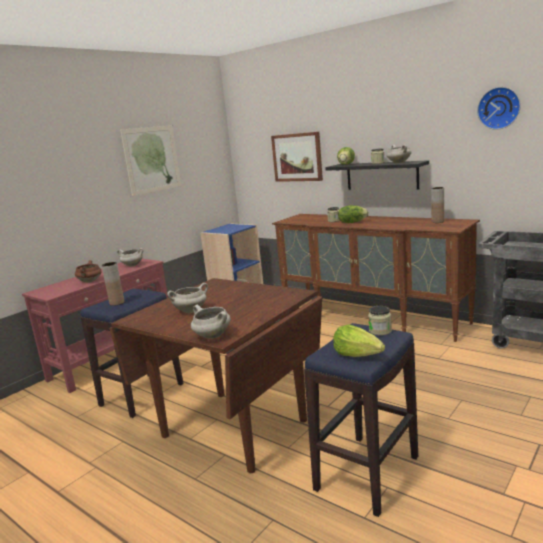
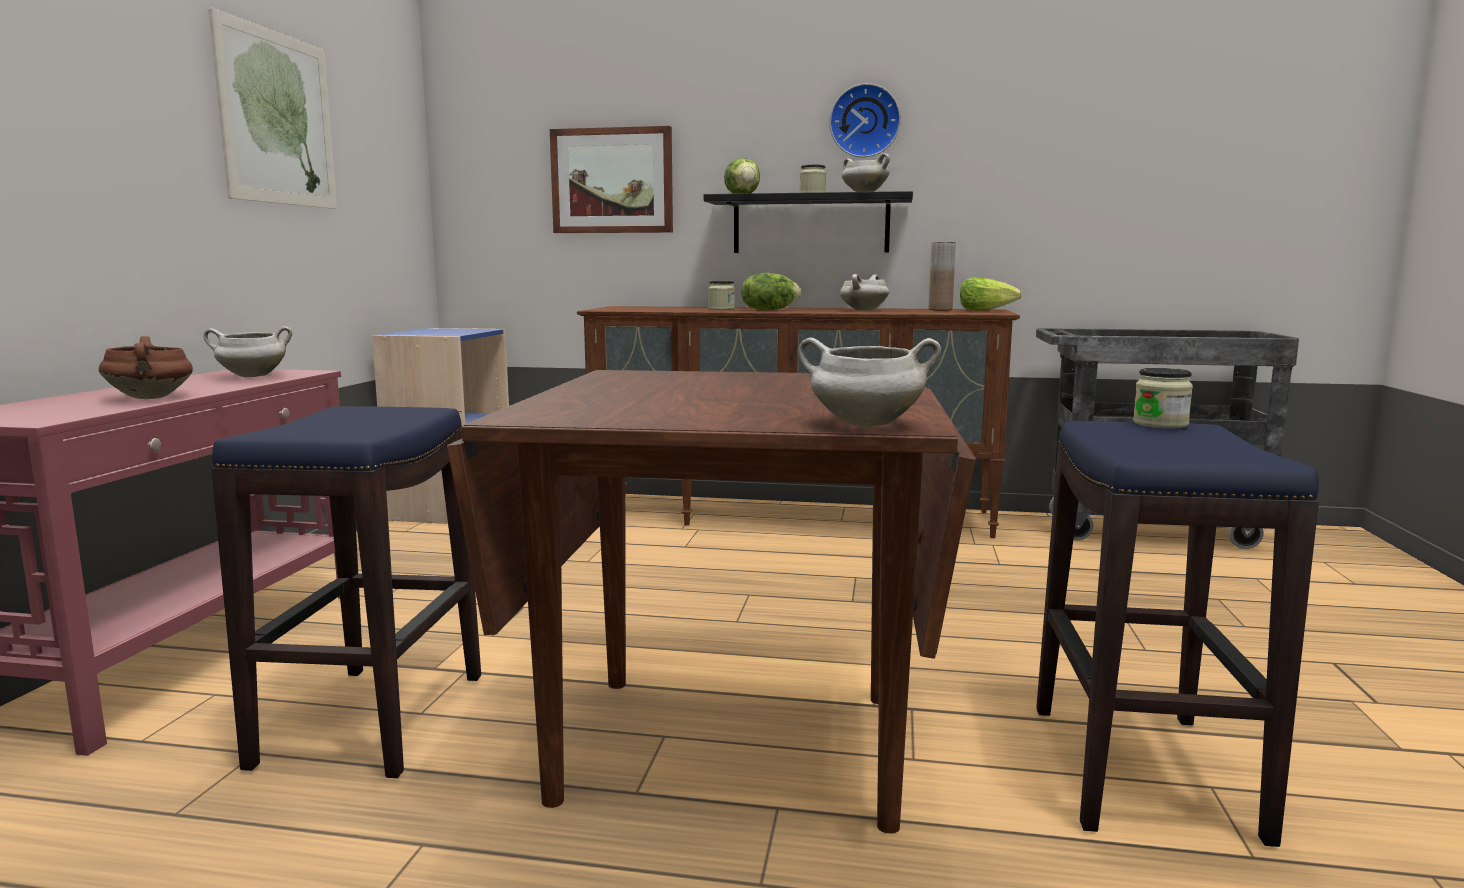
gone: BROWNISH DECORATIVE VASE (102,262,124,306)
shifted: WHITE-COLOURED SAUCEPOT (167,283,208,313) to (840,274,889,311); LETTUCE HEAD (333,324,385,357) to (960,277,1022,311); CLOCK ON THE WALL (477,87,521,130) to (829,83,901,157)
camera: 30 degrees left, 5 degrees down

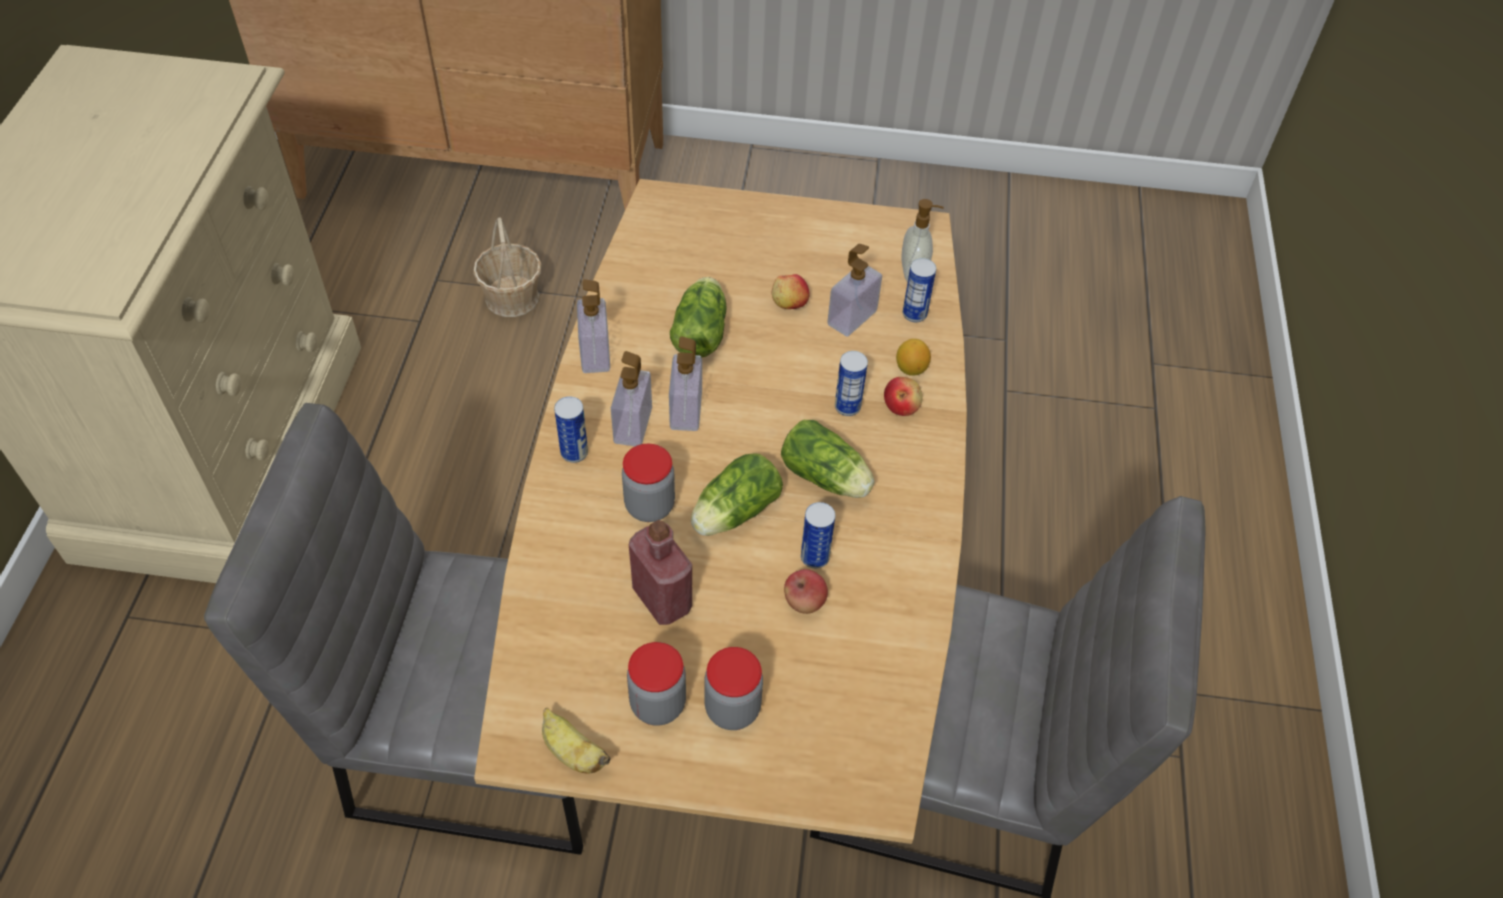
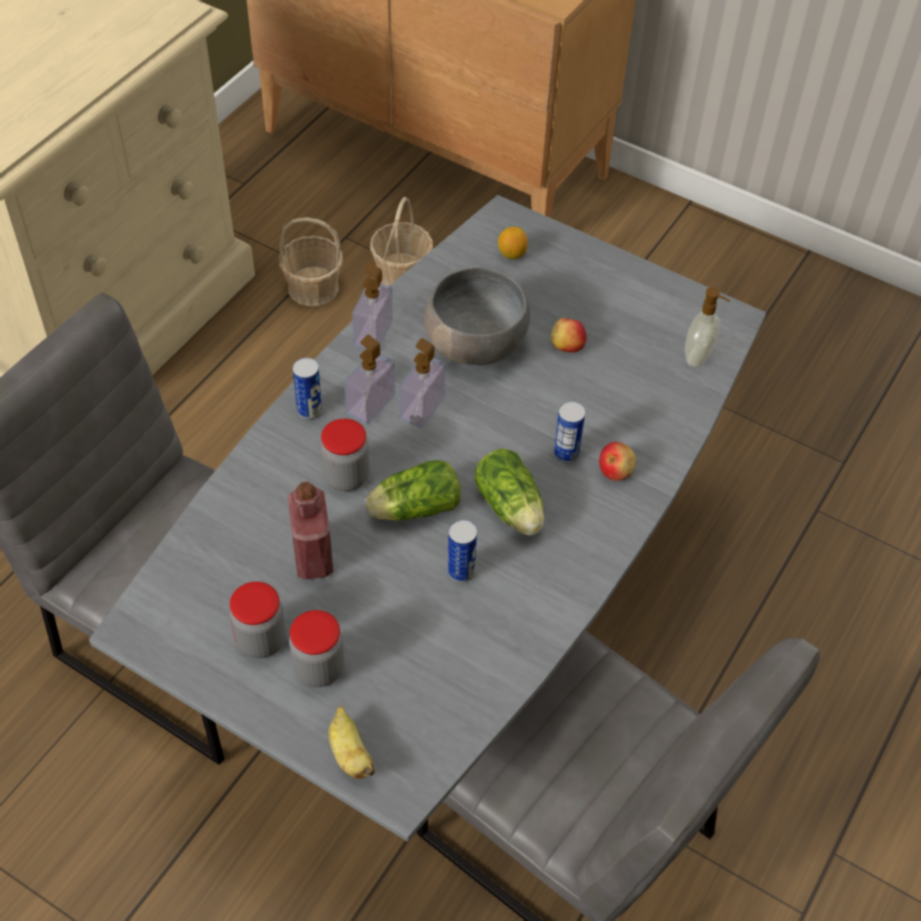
gone: APPLE FRUIT (784,569,828,614); LIQUID SOAP BOTTLE (827,244,882,337); METAL CAN (903,258,936,322)
new: BASKET (279,217,343,306)
shifted: BANANA (542,708,610,774) to (329,706,375,779); LEMON (896,339,931,376) to (498,226,528,259)
swapped: LETTUCE HEAD (670,277,727,358) to GRAY BOWL (424,267,530,365)
repainted: BROWNISH DINING TABLE (474,179,967,844) to GRAY DINING TABLE (89,195,766,842)
camera: 25 degrees right, 0 degrees up

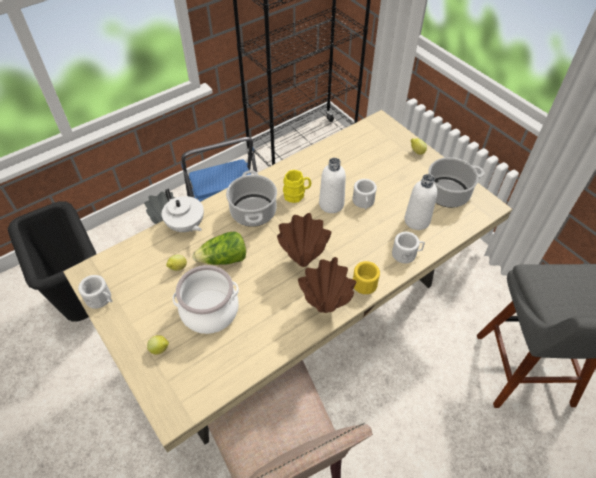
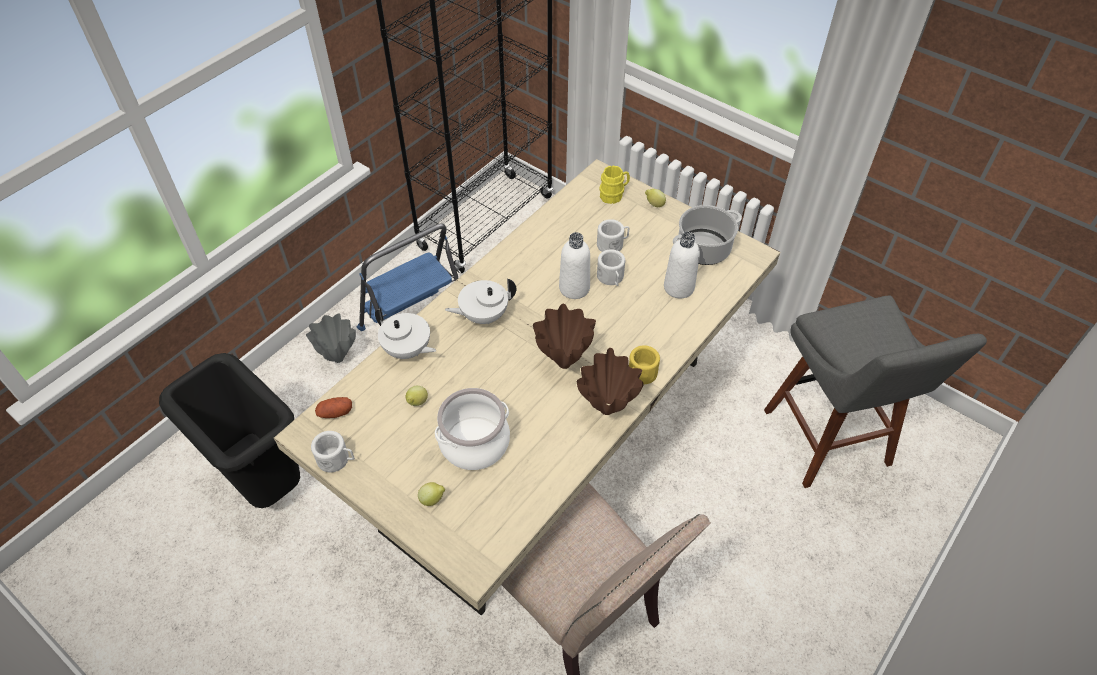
gone: LETTUCE HEAD (192,232,246,265)
new: SPUD (315,397,352,418)
shifted: YELLOW MUG (283,170,311,203) to (599,166,630,204); WHITE-COLOURED MUG (392,232,425,263) to (597,219,629,252)
swapped: SAUCEPOT (226,170,277,227) to WHITE-COLOURED TEA POT (445,279,516,324)
camera: 15 degrees left, 0 degrees up

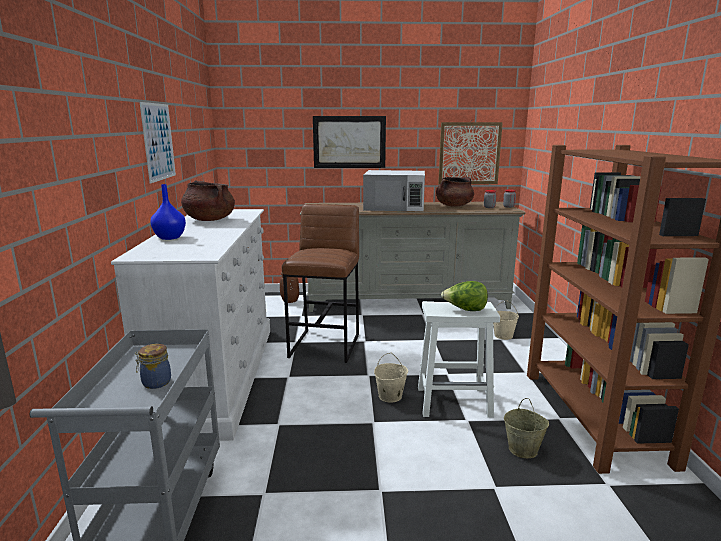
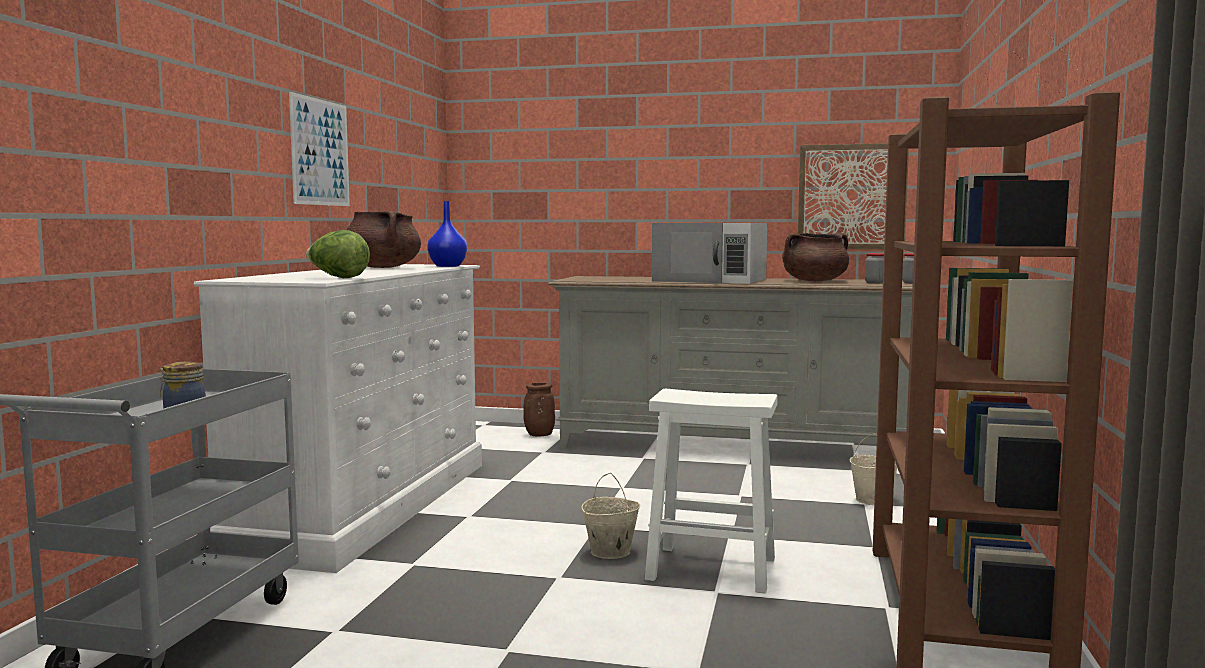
gone: BROWNISH STOOL SEAT (282,204,359,363); WALL PICTURE (313,116,386,168); BEIGE-COLOURED PAIL (504,398,549,458)
shifted: BLUE-COLOURED DECORATIVE VASE (150,184,186,240) to (427,201,467,267); LETTUCE HEAD (441,281,488,311) to (306,230,370,278)
camera: 15 degrees right, 10 degrees down

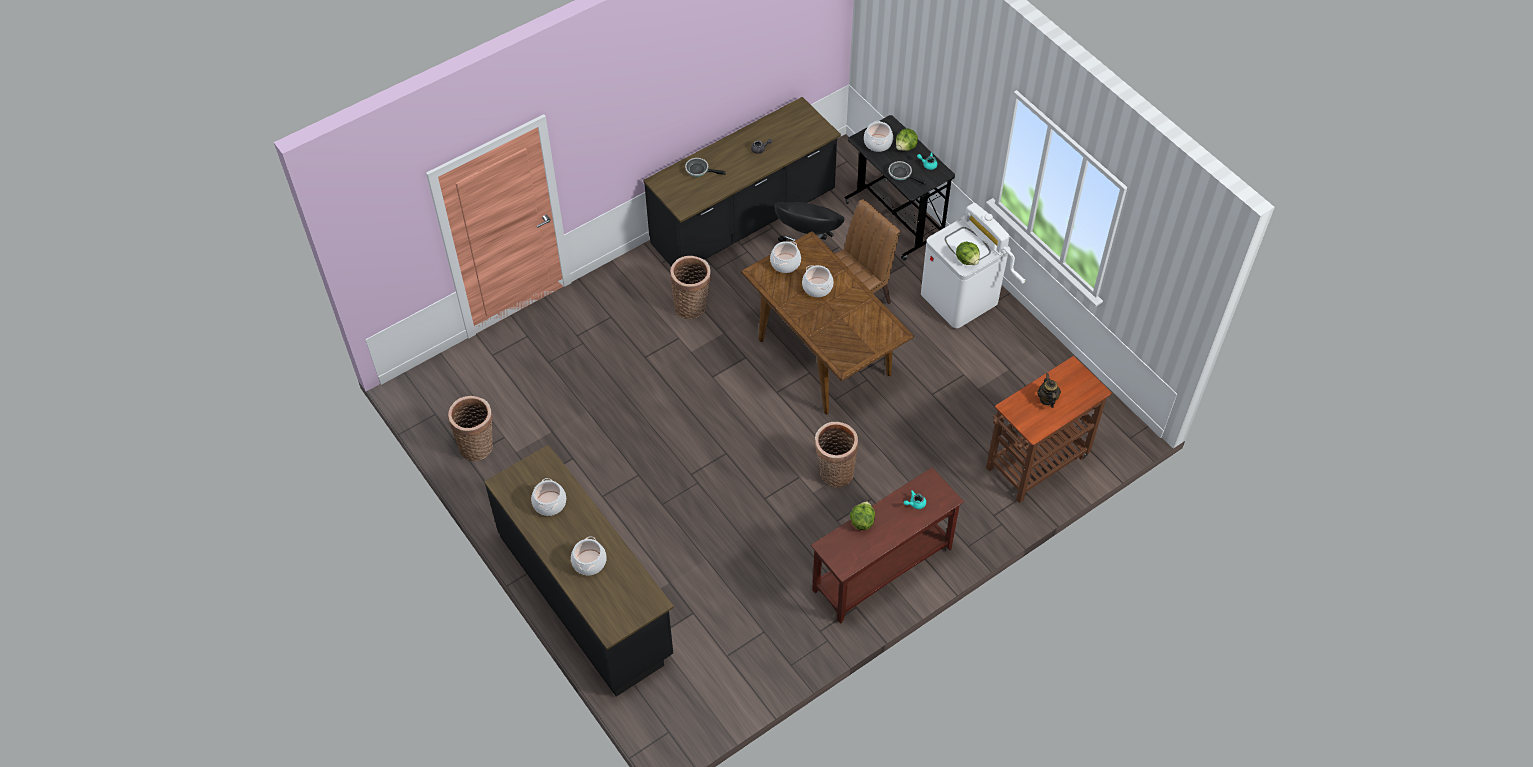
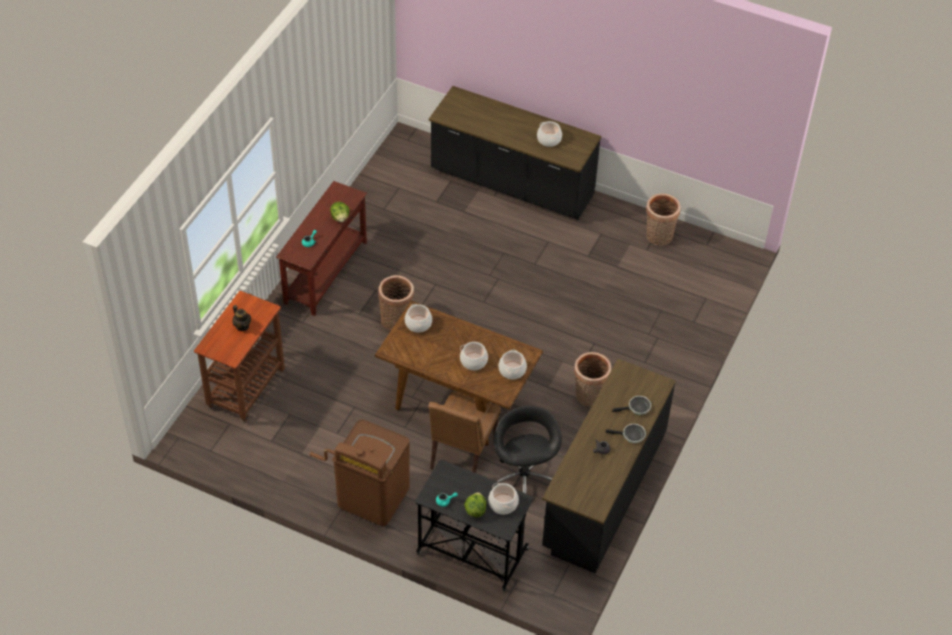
gone: LETTUCE HEAD (956,241,980,265)
shifted: SAUCEPOT (571,536,607,575) to (405,304,432,333); FRYING PAN (888,161,926,185) to (605,424,646,443)
repainted: WHITE-COLOURED LAUNDRY MACHINE (921,203,1026,328) to BROWNISH LAUNDRY MACHINE (309,420,409,526)
camera: 150 degrees right, 5 degrees down

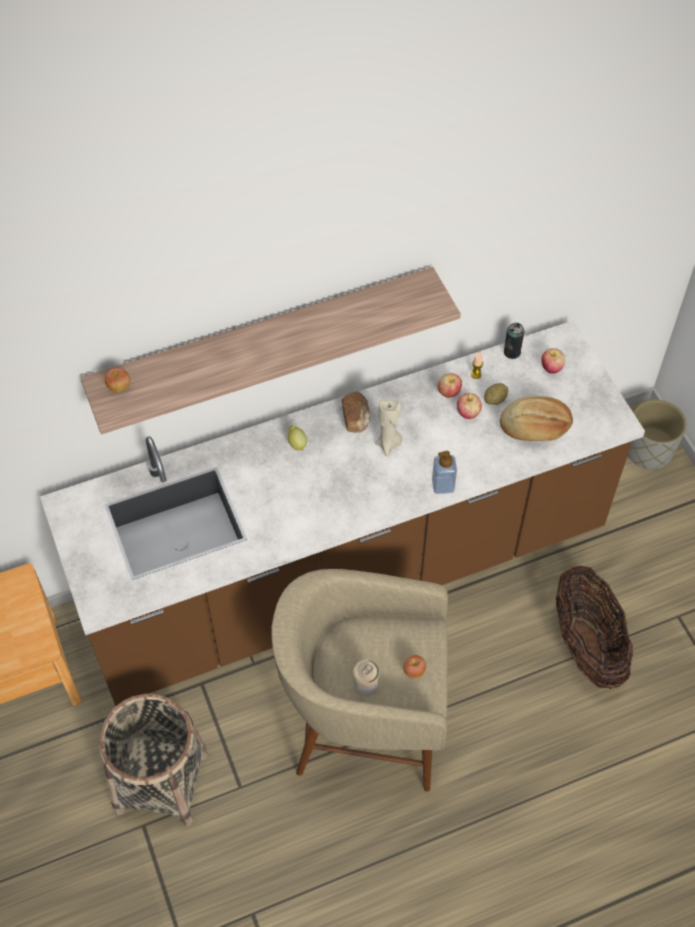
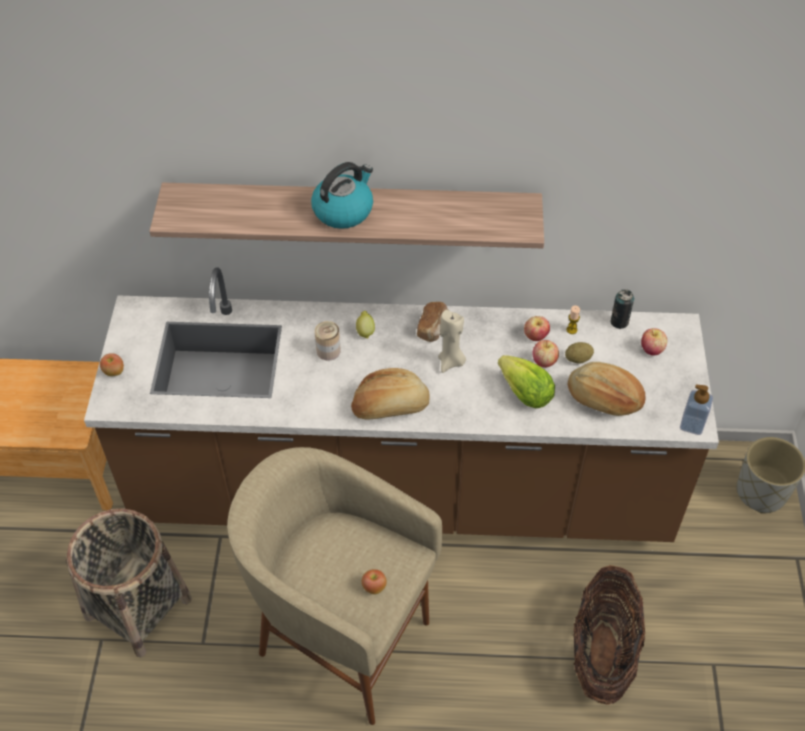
new: KETTLE (311,162,373,229); BAKERY BREAD (351,368,430,419); LETTUCE HEAD (498,355,555,408)
shifted: APPLE FRUIT (105,367,130,392) to (100,353,124,376); METAL CAN (353,660,379,697) to (315,321,341,361); LIQUID SOAP BOTTLE (432,451,457,494) to (680,384,713,435)
camera: 25 degrees right, 5 degrees down

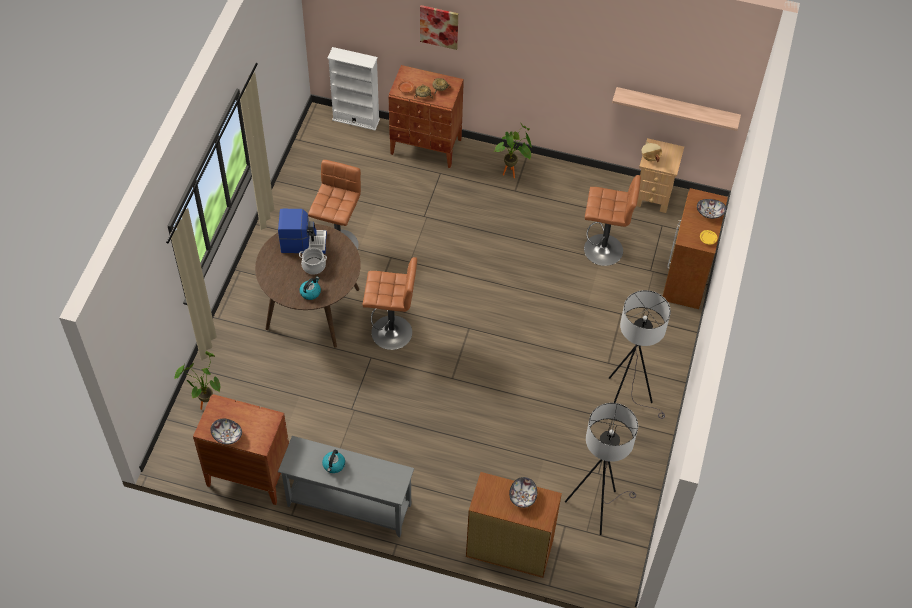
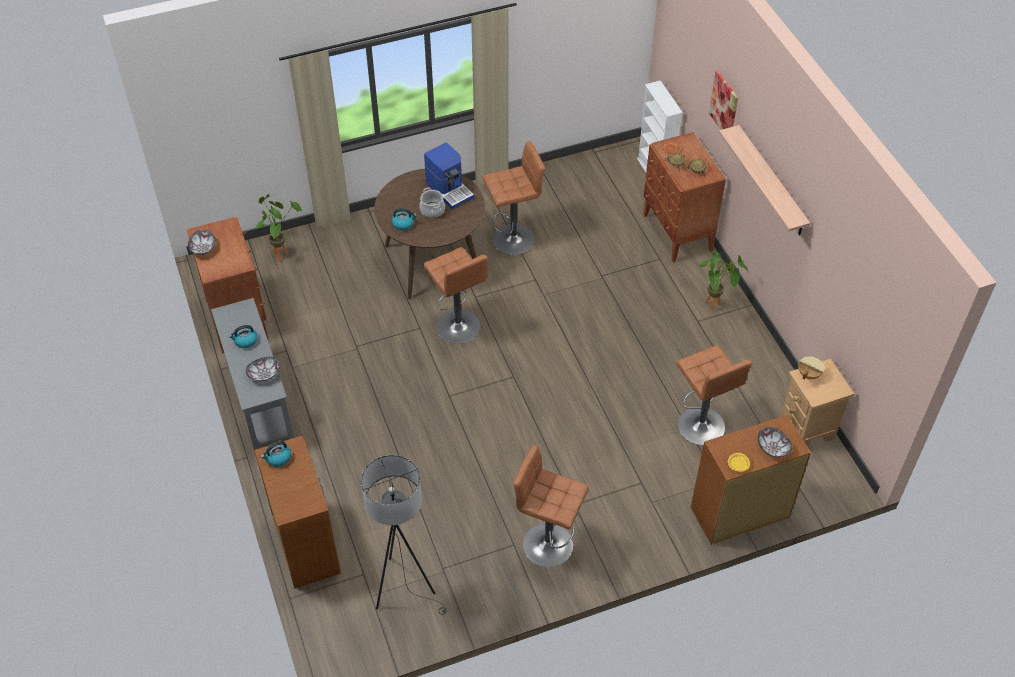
new: KETTLE (261,441,291,467)
shifted: BOWL (509,477,537,508) to (246,357,280,381); WALL SHELF (612,87,741,131) to (719,125,810,235)
swapped: GRAY STANDARD LAMP (609,290,671,419) to BROWNISH STOOL SEAT (513,445,589,567)
camera: 55 degrees right, 5 degrees down

